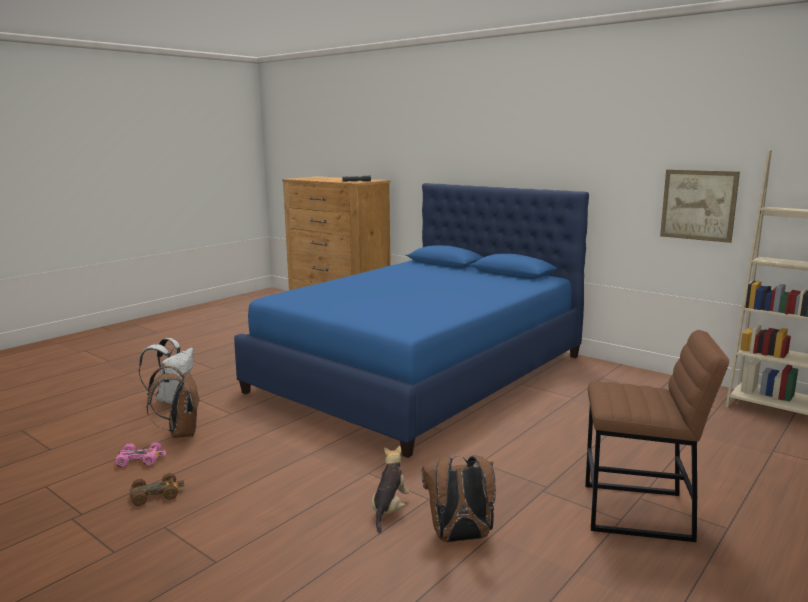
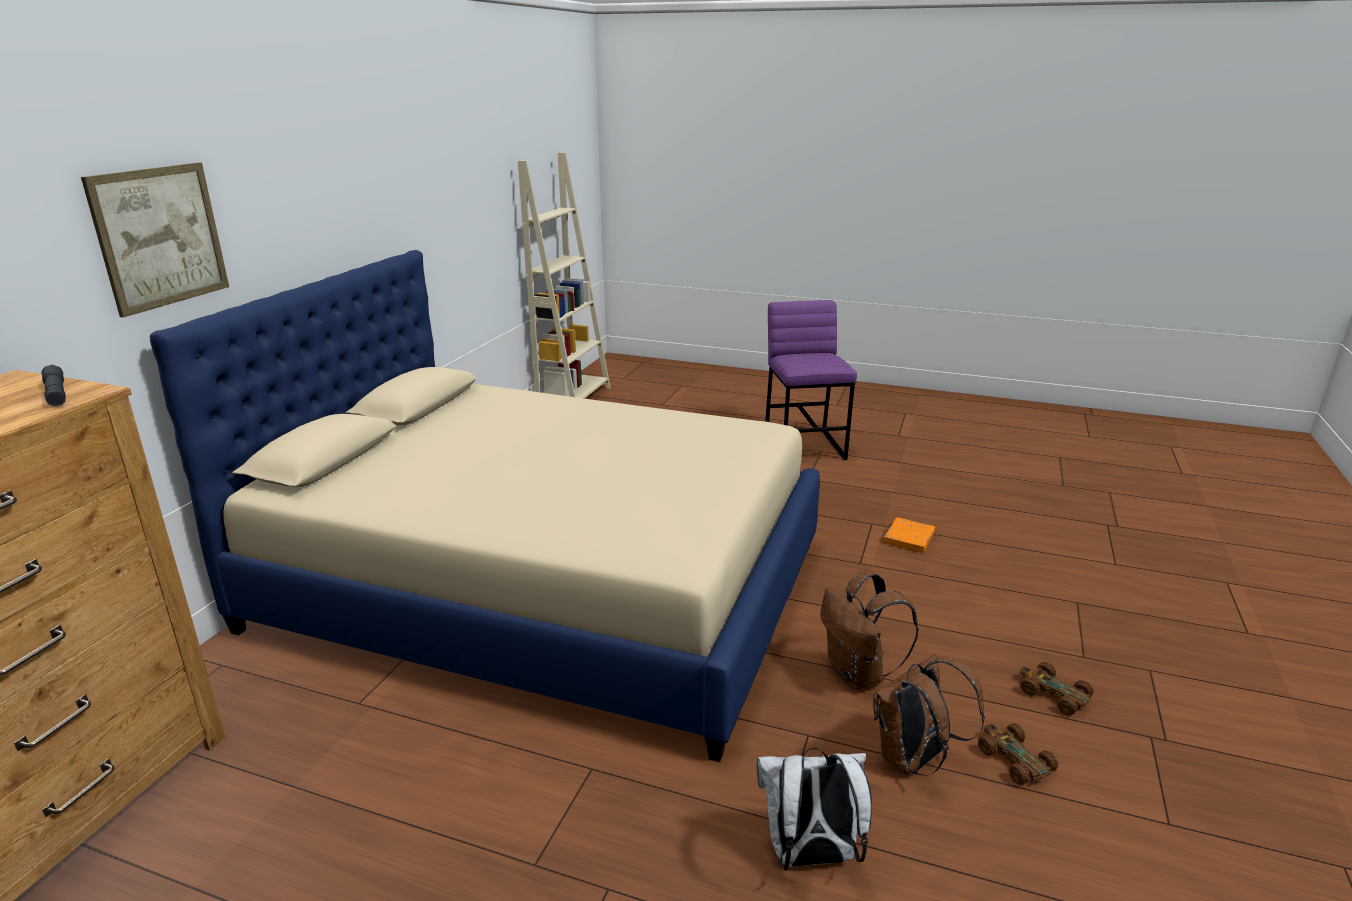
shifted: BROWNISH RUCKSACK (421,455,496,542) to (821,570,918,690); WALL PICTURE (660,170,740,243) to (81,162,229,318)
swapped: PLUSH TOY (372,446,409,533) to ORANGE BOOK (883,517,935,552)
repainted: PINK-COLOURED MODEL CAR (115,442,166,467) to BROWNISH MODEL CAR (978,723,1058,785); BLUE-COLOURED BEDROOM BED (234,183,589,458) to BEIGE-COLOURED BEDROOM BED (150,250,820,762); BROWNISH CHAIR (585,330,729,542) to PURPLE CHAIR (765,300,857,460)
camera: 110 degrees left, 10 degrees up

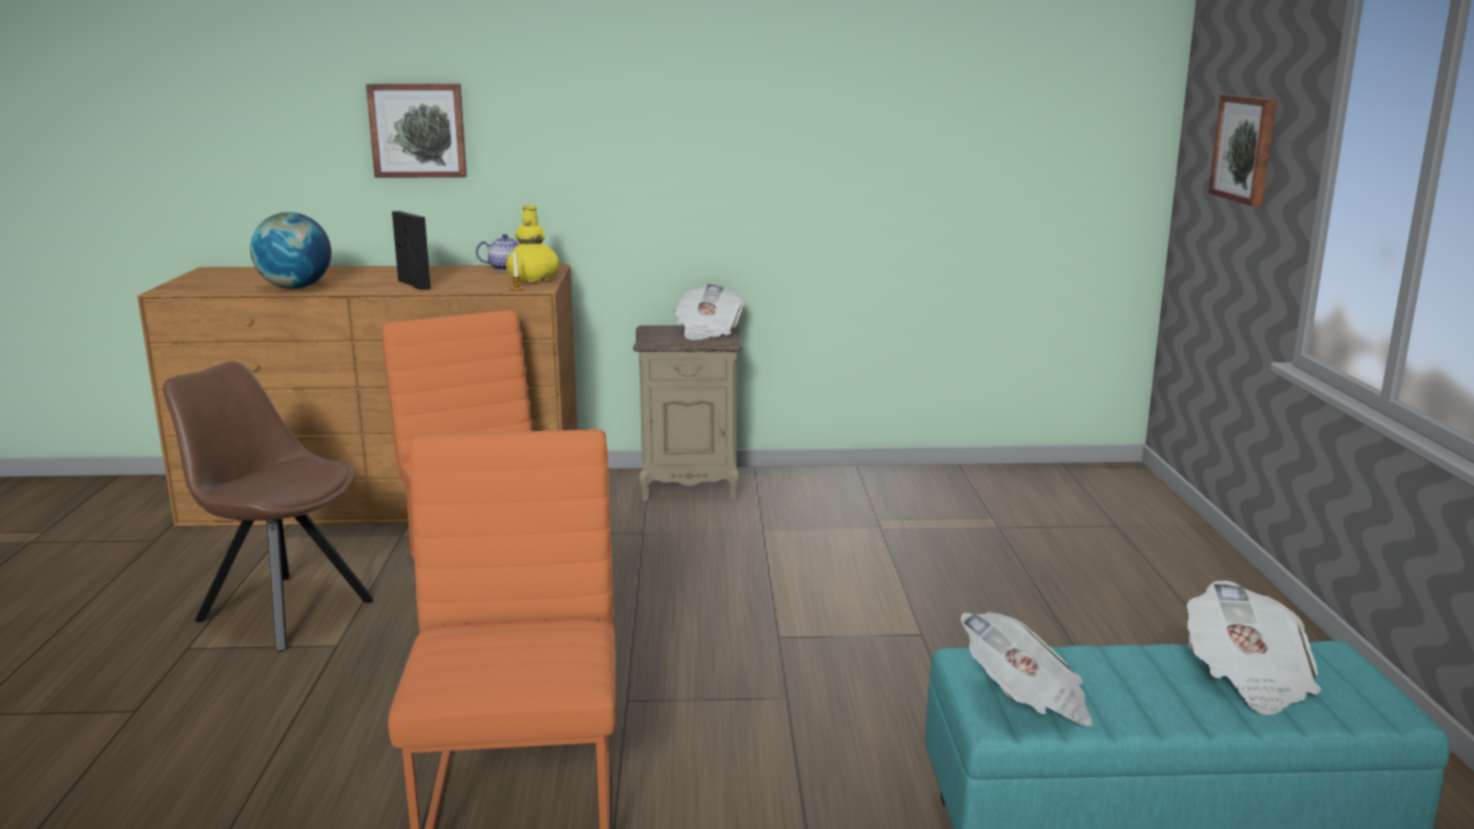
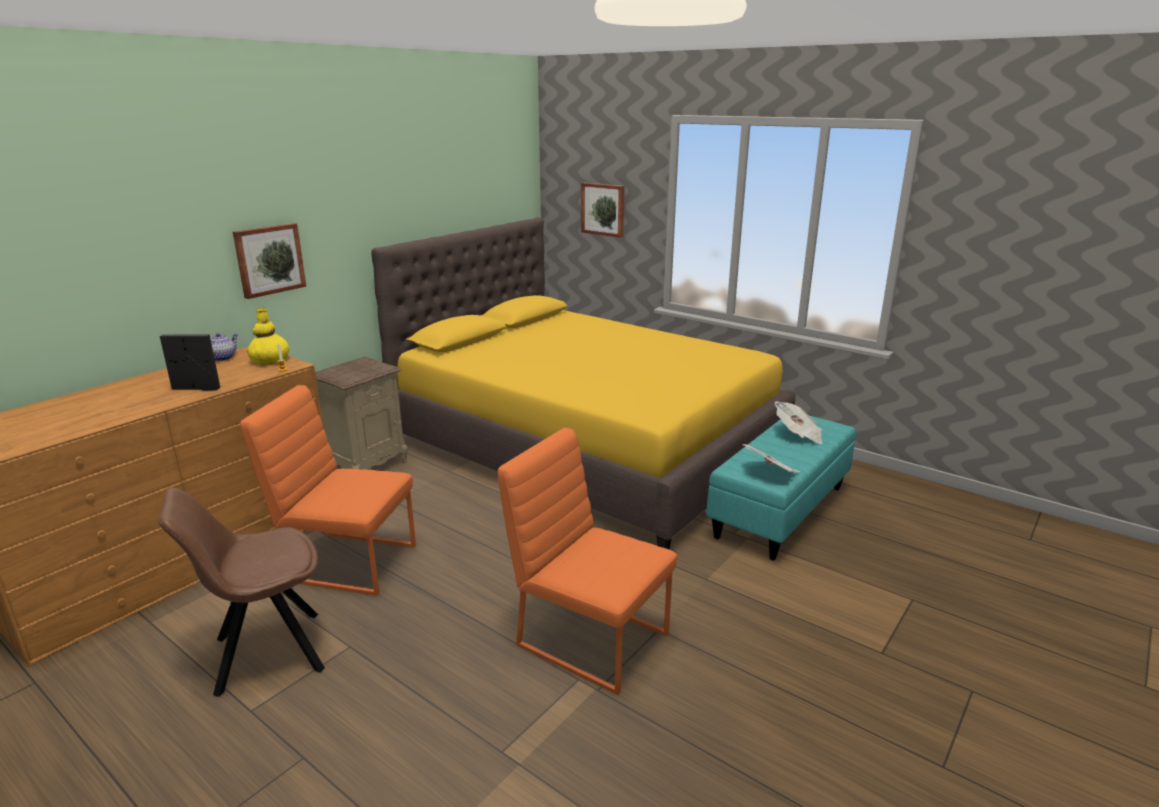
gone: DESK GLOBE (250,212,331,289); PRINTED PAPER (674,283,745,340)
new: YELLOW BEDROOM BED (371,217,796,549)
shifted: WALL PICTURE (366,84,467,178) to (233,223,306,299)
camera: 50 degrees left, 5 degrees up

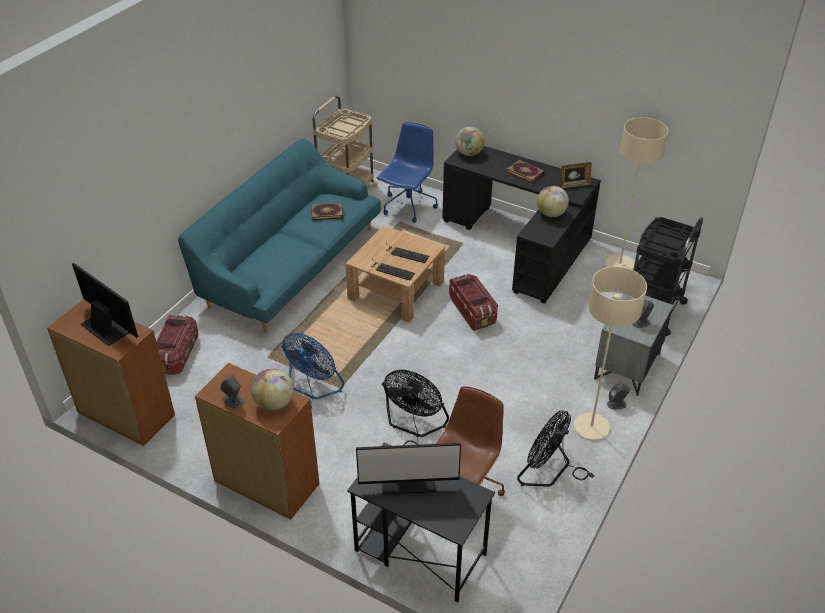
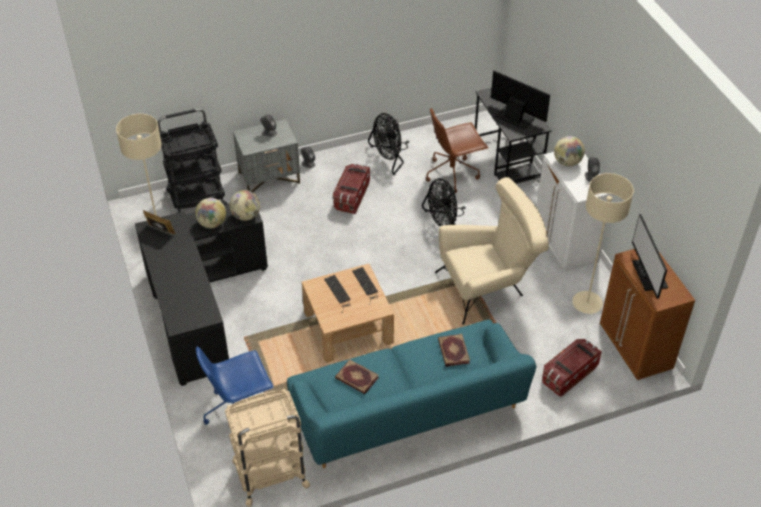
shifted: STORAGE BOX (449,274,498,331) to (333,164,370,214); DESK GLOBE (455,127,484,156) to (229,190,260,221); BOOK (506,160,545,183) to (438,334,470,367); BEIGE-COLOURED STANDARD LAMP (574,266,647,440) to (572,173,634,314)
swapped: BLUE-COLOURED COOLING FAN (281,333,344,409) to BEIGE-COLOURED ARMCHAIR (435,177,549,325)
repainted: BROWNISH CABINET (195,363,320,520) to WHITE-COLOURED CABINET (536,152,613,272)
rotated: BLACK-COLOURED COOLING FAN (517,411,594,487) = (368,113,409,175) 75 degrees clockwise
camera: 140 degrees left, 5 degrees up

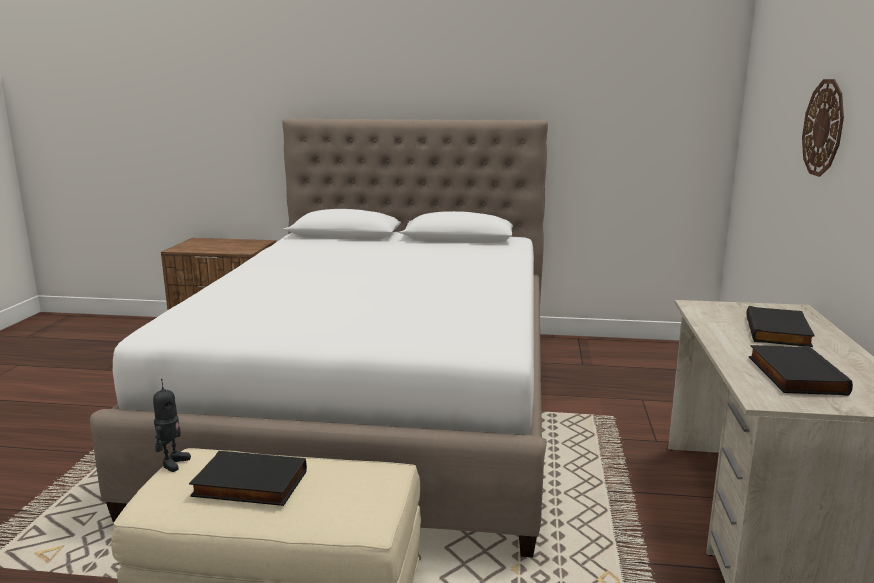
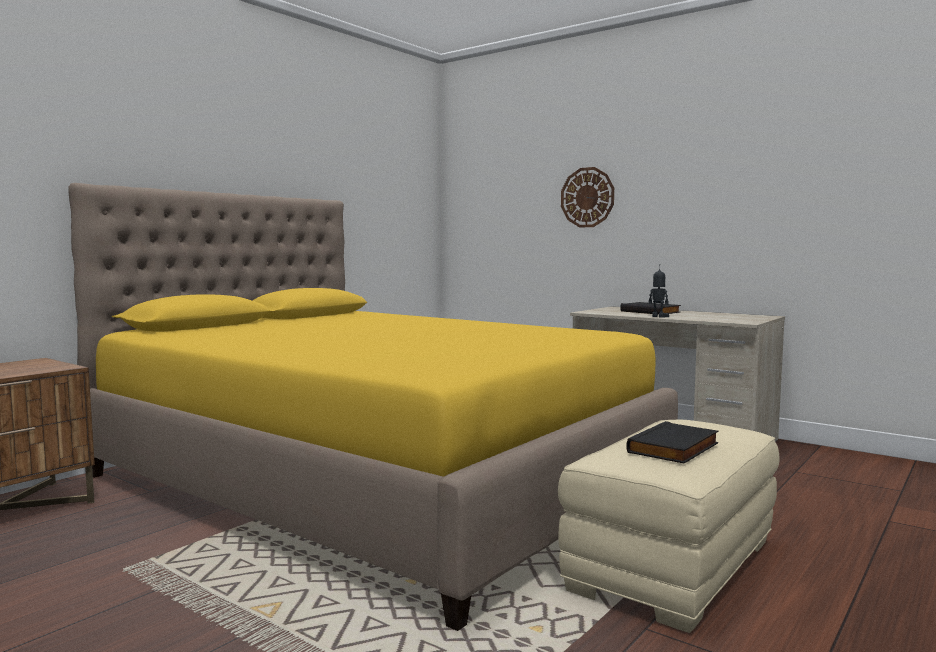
gone: BLACK-COLOURED BOOK (749,345,853,396)
shifted: TOY ROBOT (153,379,191,472) to (648,264,669,317)
repainted: WHITE-COLOURED BEDROOM BED (90,118,548,558) to YELLOW BEDROOM BED (68,183,678,631)
camera: 60 degrees left, 10 degrees down

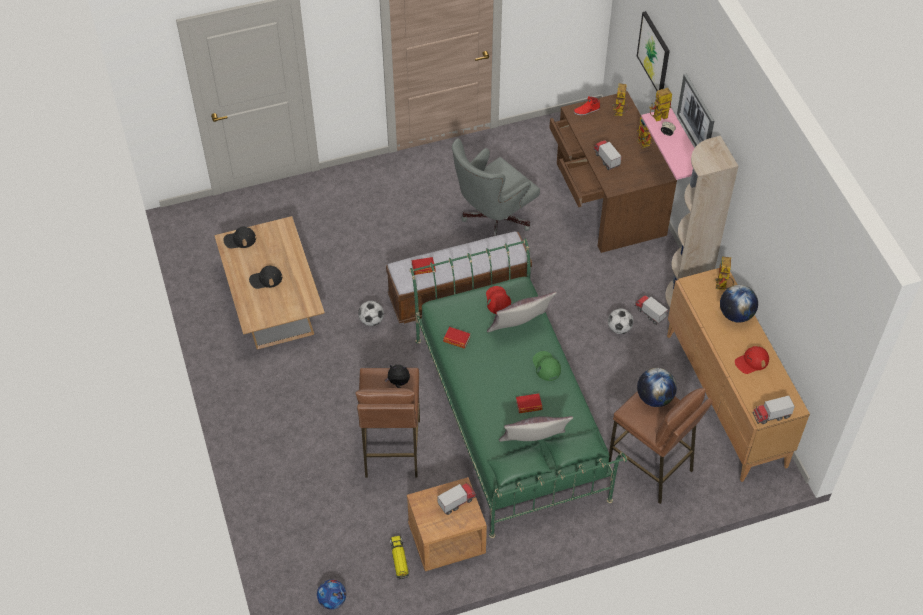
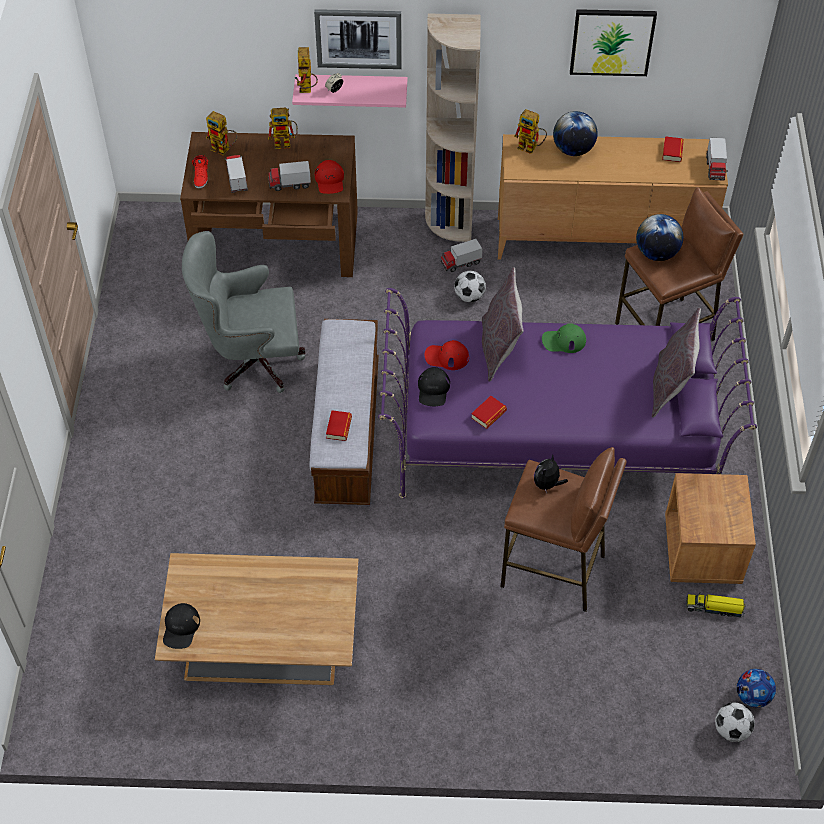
shifted: BLACK-COLOURED CAP (249,265,282,289) to (418,367,450,406); FOOTBALL BALL (358,301,384,326) to (715,703,755,742); TOY TRUCK (437,483,476,515) to (225,155,248,193); BOOK (516,393,542,413) to (662,136,684,162); WALL PICTURE (637,11,670,91) to (570,9,657,76); REDDISH CAP (735,346,769,374) to (315,160,344,194)
repainted: GREENISH BEDROOM BED (410,239,627,538) to PURPLE BEDROOM BED (378,288,757,499)
rotated: GRAY OFFICE CHAIR (452,138,540,236) = (182,231,305,393) 105 degrees clockwise
camera: 70 degrees left, 0 degrees up

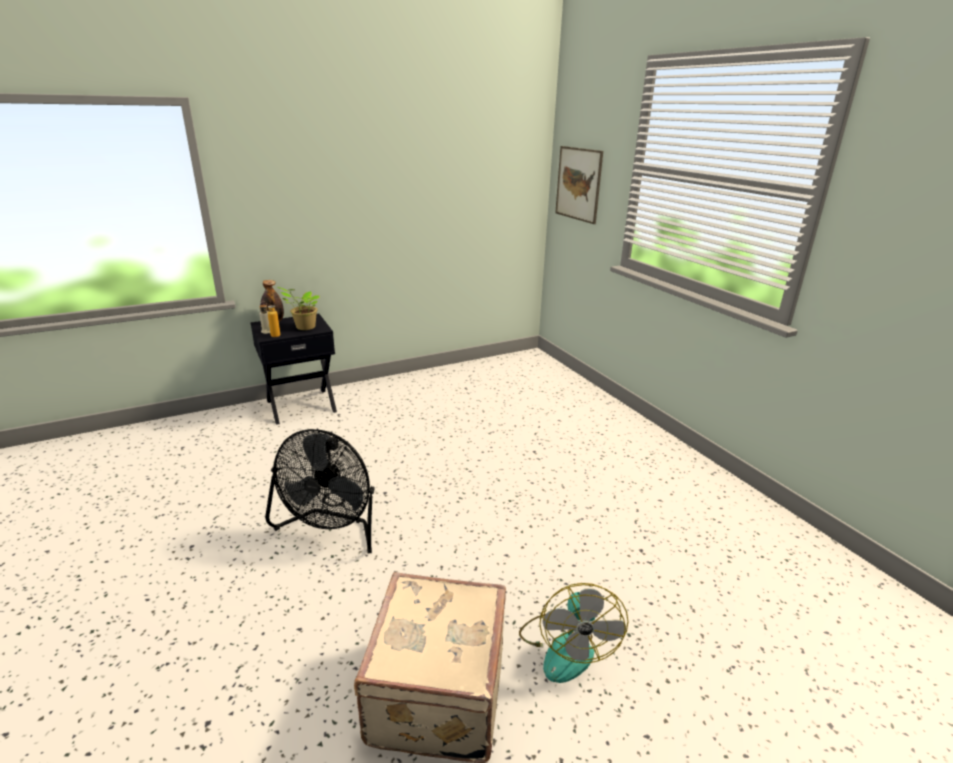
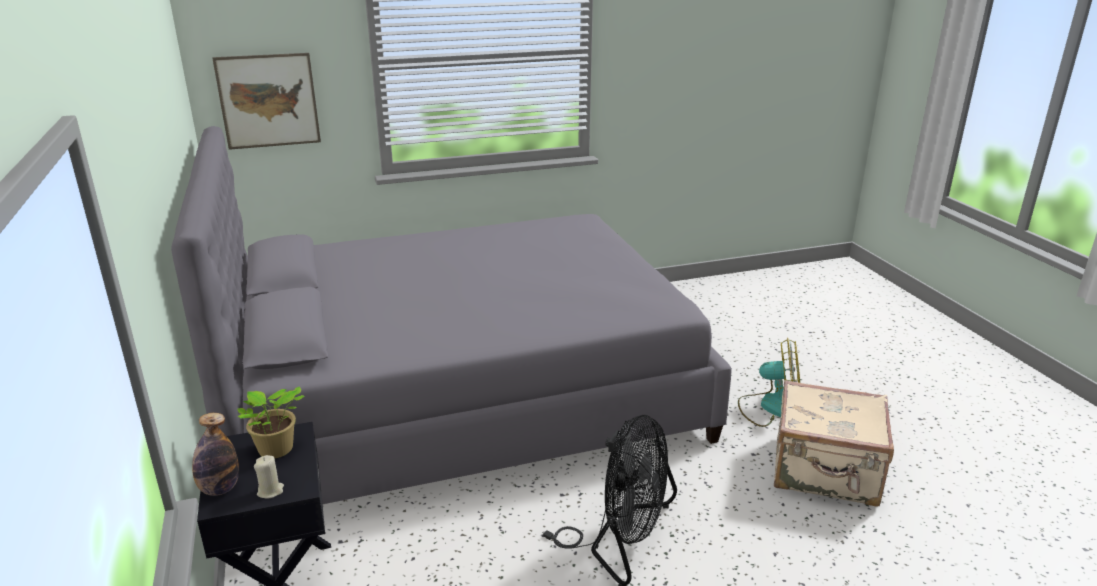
gone: BEVERAGE BOTTLE (259,302,280,337)
new: GRAY BEDROOM BED (171,126,732,504)
camera: 80 degrees left, 0 degrees up

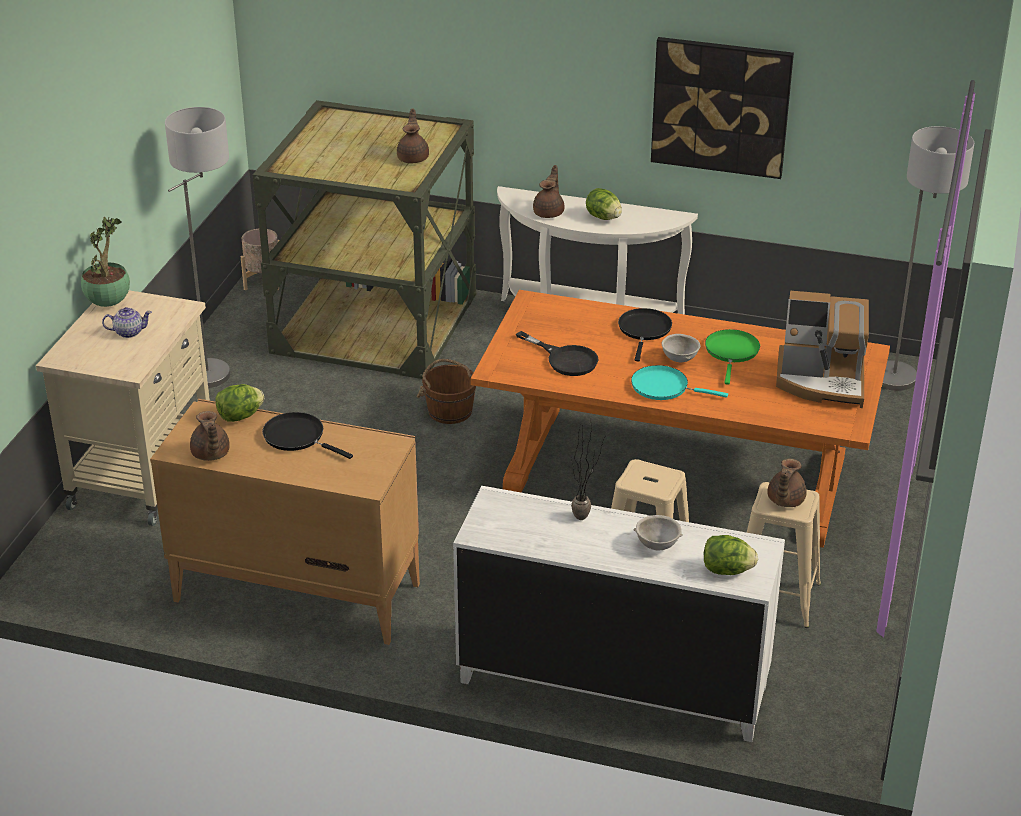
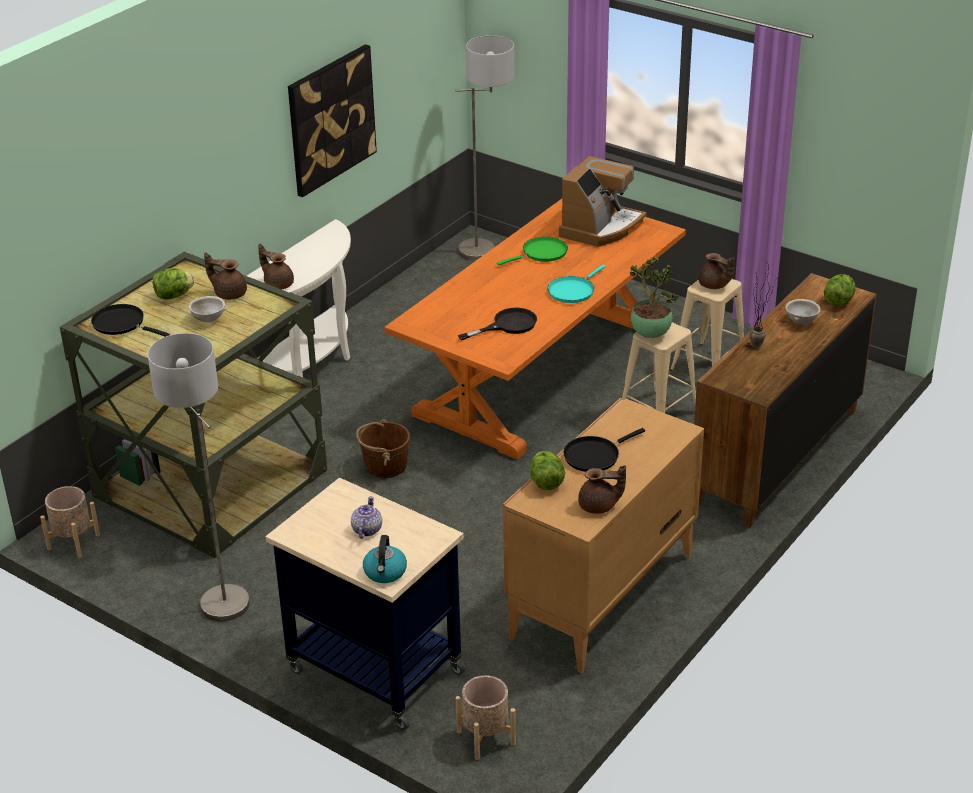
new: KETTLE (363,535,407,583); BEIGE-COLOURED FLOWER POT (456,675,516,760)
shifted: HOUSEPLANT (81,217,130,307) to (630,257,679,338); LETTUCE HEAD (586,188,622,220) to (153,268,195,299); BLACK-COLOURED FRYING PAN (618,308,672,361) to (91,304,170,337); GRAY BOWL (662,334,701,362) to (188,296,227,322)
repainted: BEIGE-COLOURED CART (36,290,210,526) to BLUE-COLOURED CART (266,478,465,730); WHITE-COLOURED DRAWER CHEST (453,486,785,742) to BROWNISH DRAWER CHEST (694,273,876,527)
rotated: GREENISH FRYING PAN (705,329,760,385) = (497,236,568,265) 120 degrees clockwise
camera: 70 degrees left, 0 degrees up

